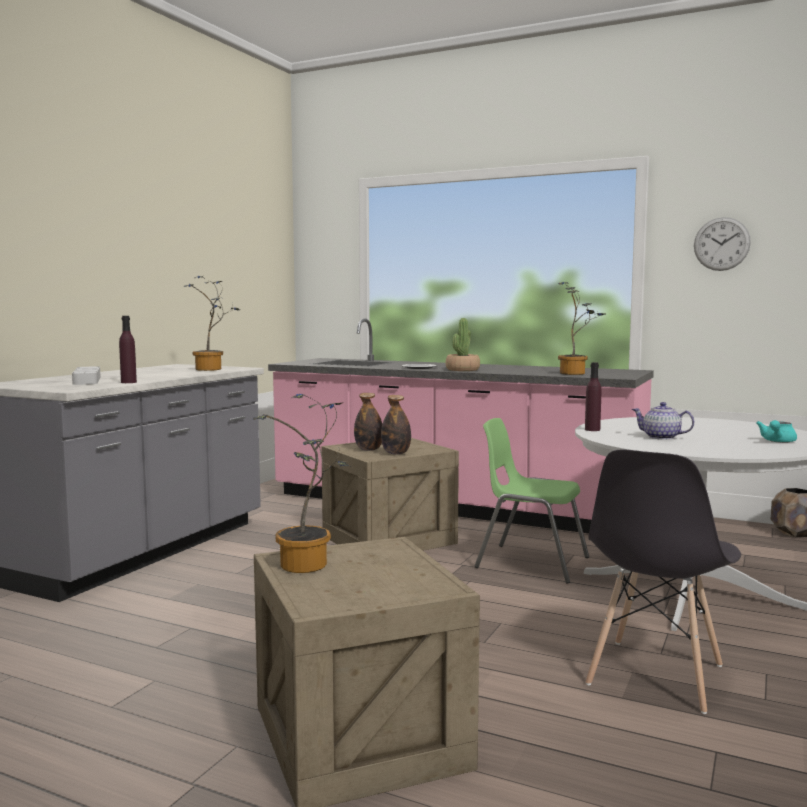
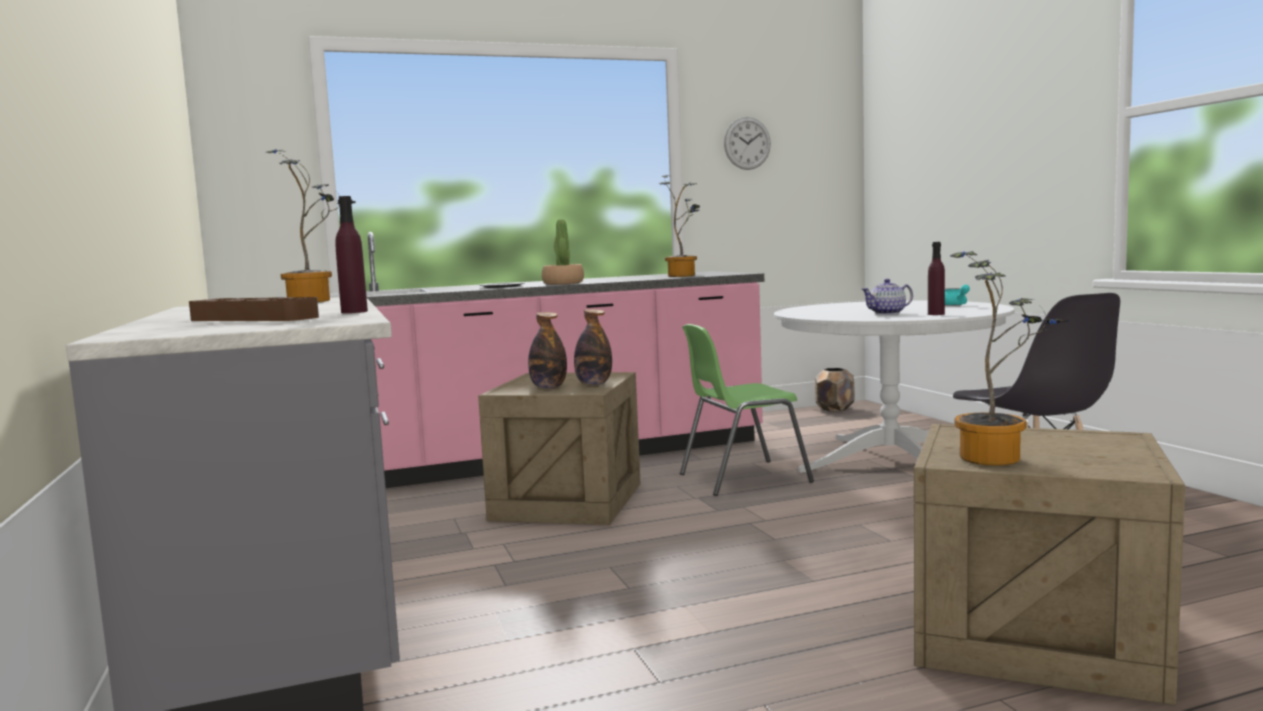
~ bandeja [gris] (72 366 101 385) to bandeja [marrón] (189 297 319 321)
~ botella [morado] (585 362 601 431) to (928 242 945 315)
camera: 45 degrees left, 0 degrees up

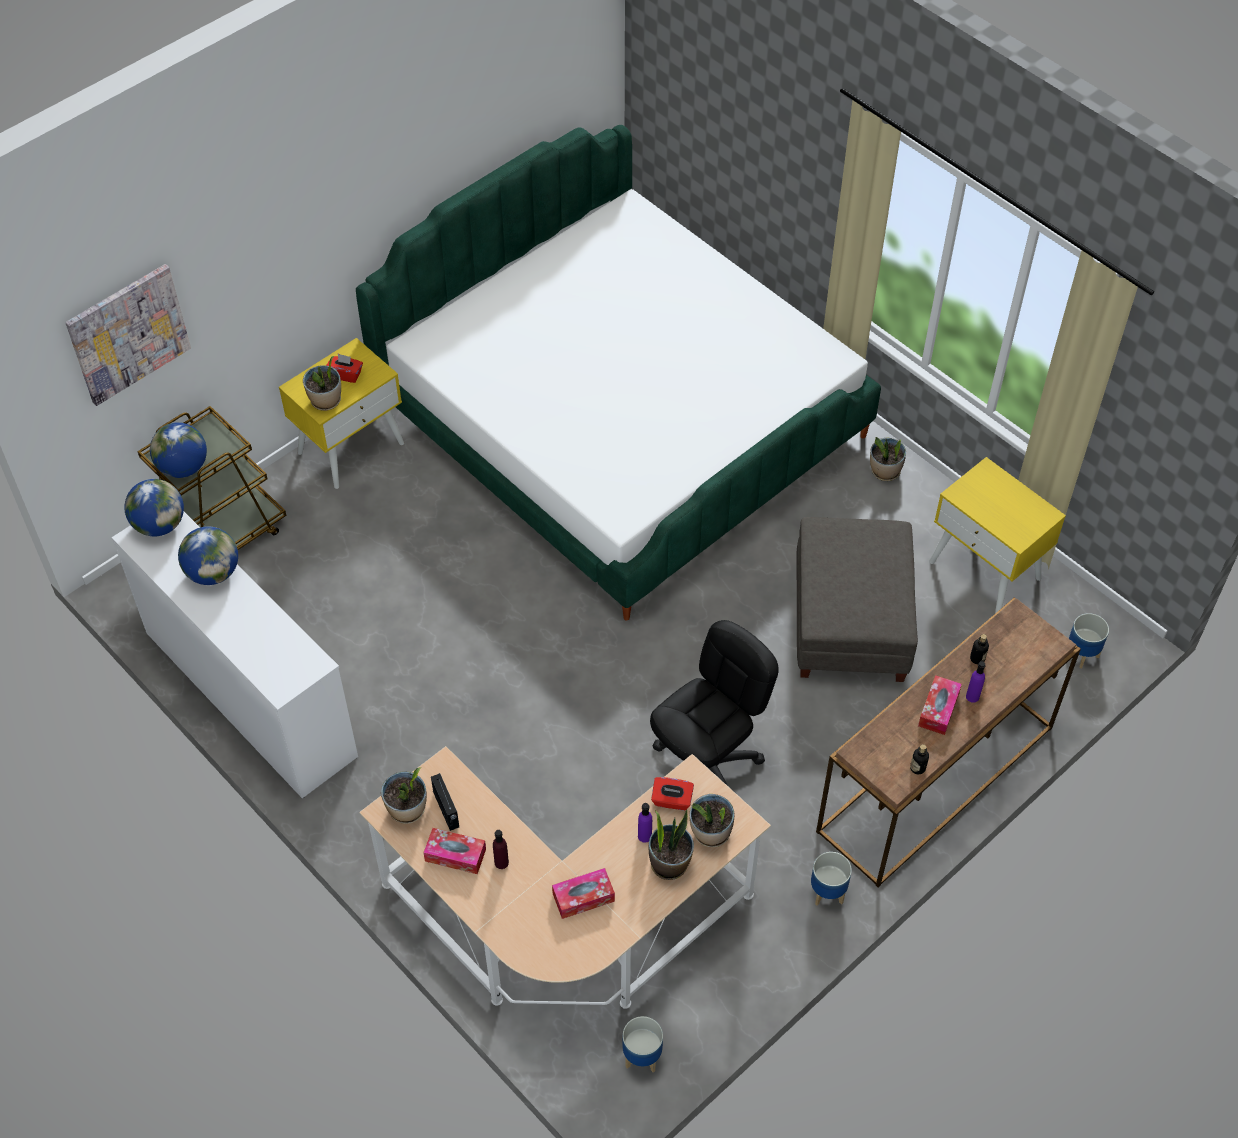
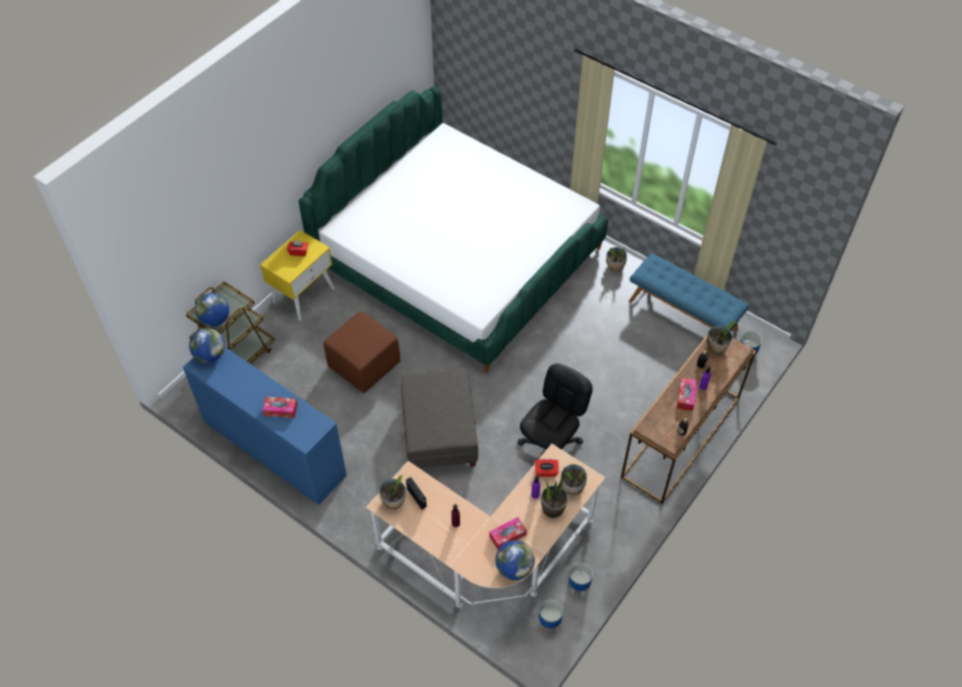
- cuadro (65 264 191 406)
~ cómoda [blanco] (112 512 358 798) to cómoda [azul] (183 347 347 505)
~ globo terráqueo (178 526 238 585) to (495 540 535 580)
~ planta en maceta (303 356 341 411) to (707 321 736 355)
~ caja de pañuelos (423 828 486 874) to (262 397 298 418)
~ puf [gris] (796 517 918 682) to (400 369 478 468)
~ maceta (811 852 852 905) to (569 563 593 595)
~ mesita de noche [amarillo] (929 457 1066 613) to banco [azul] (629 253 749 332)
+ puf [marrón] (324 311 401 394)
camera: 10 degrees left, 0 degrees up

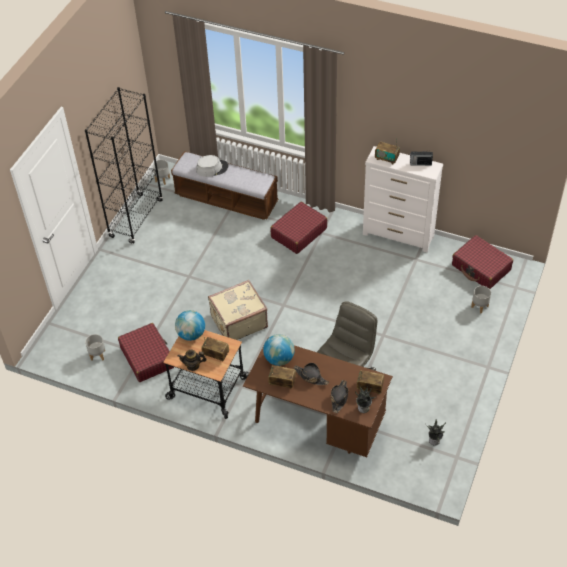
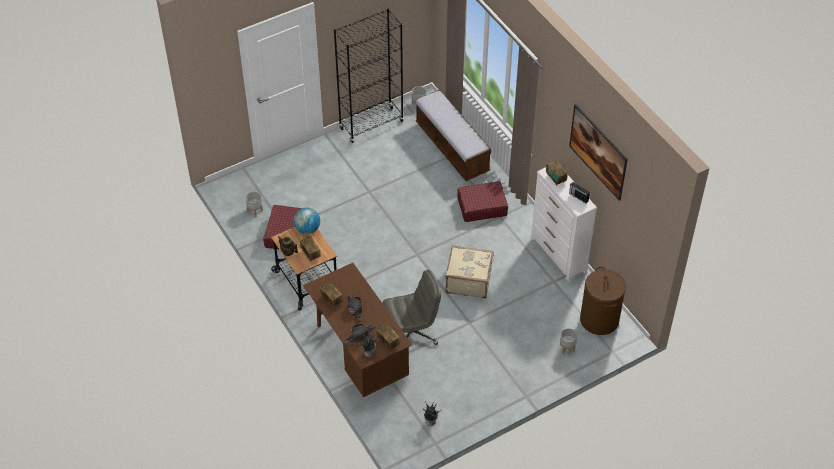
- sombrero [gris] (196 155 228 177)
~ maleta [beis] (208 280 268 340) to (445 245 494 299)
- globo terráqueo (263 334 295 366)
~ maleta [rojo] (452 235 513 289) to cesto de la ropa [marrón] (580 267 626 335)
+ cuadro (569 104 628 201)
camera: 35 degrees right, 0 degrees up

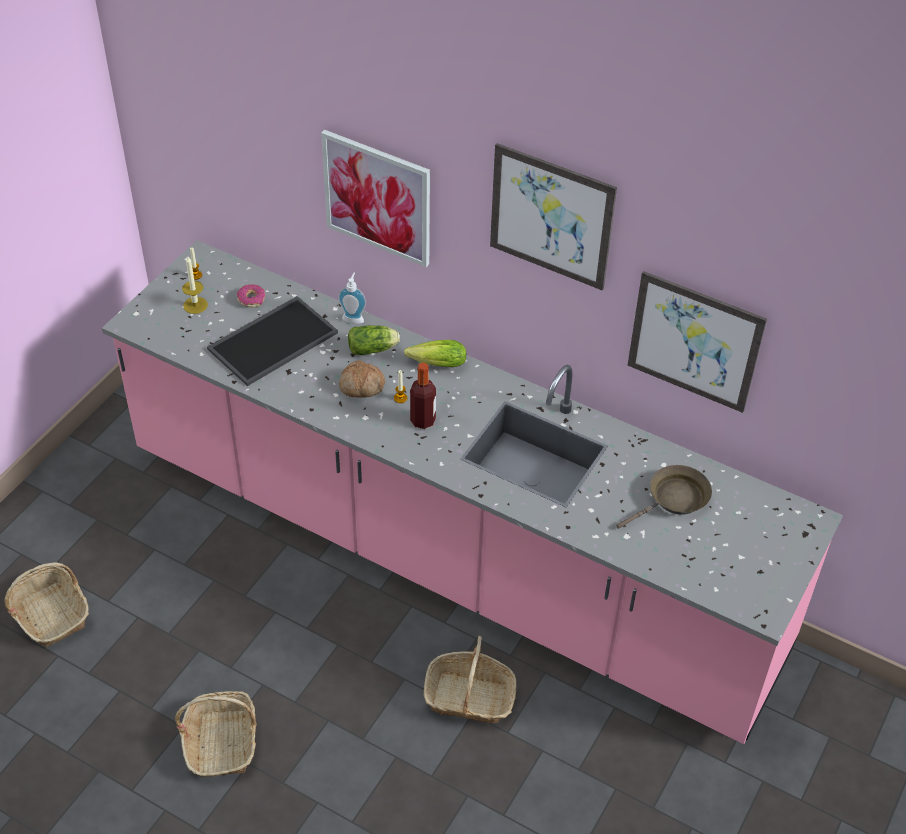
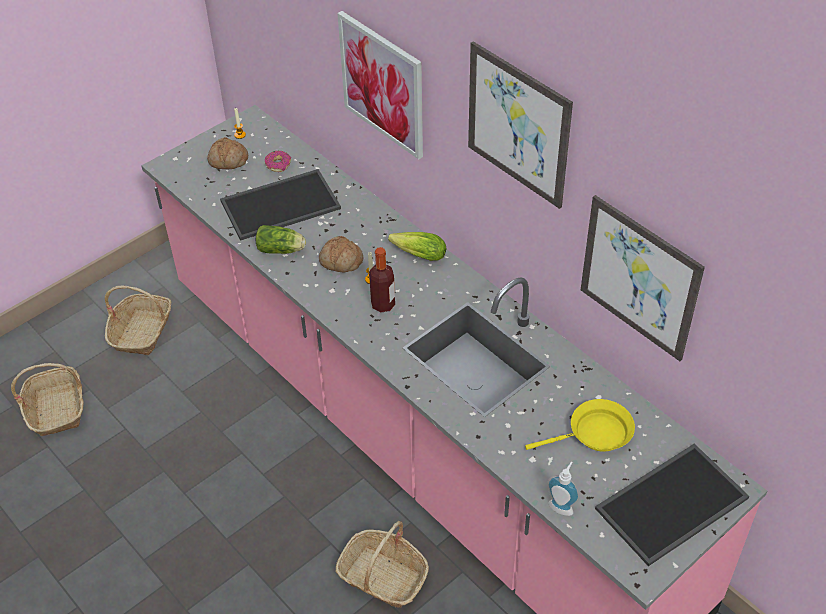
~ cesta (175 691 257 777) to (104 286 171 355)
~ vela (182 257 208 314) to pan (207 137 248 169)
~ dispensador de jabón (338 273 366 324) to (547 461 580 516)
~ lechuga (348 325 400 355) to (256 225 306 254)
~ sartén [marrón] (616 465 712 529) to sartén [amarillo] (525 399 635 452)
+ bandeja (595 444 749 566)
camera: 20 degrees right, 0 degrees up

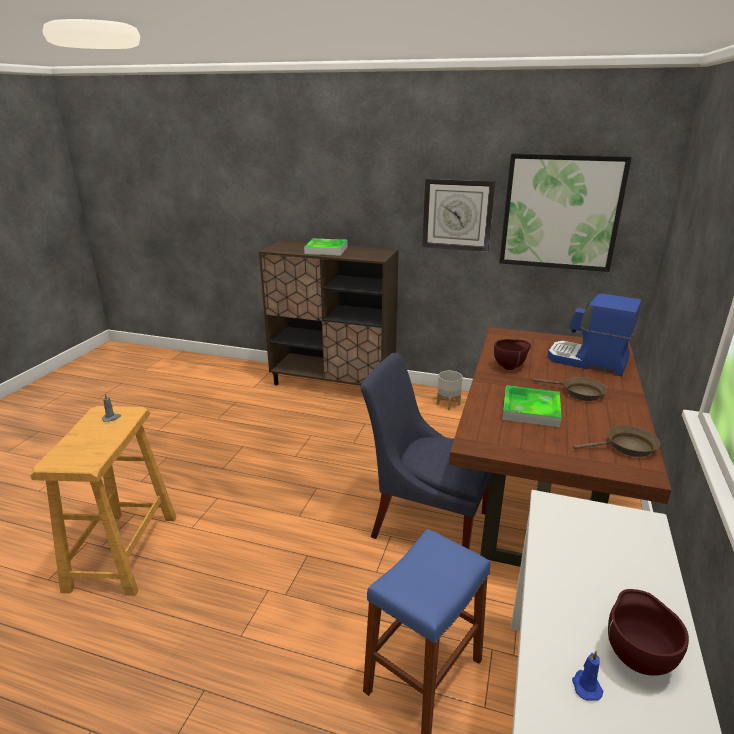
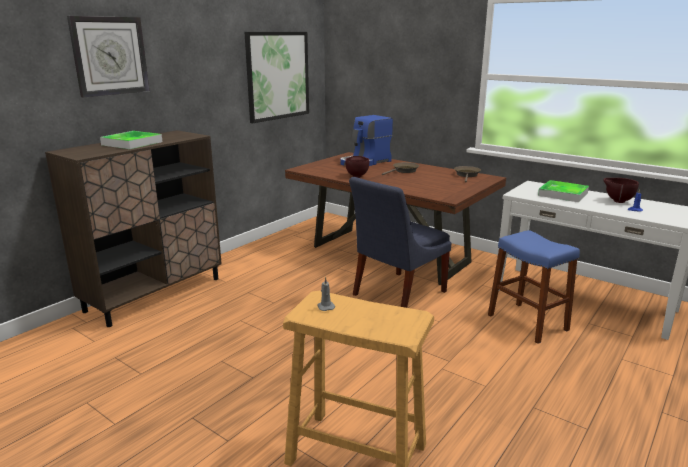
~ reloj de pared (422 178 495 252) to (67 16 149 97)
- maceta [gris] (437 371 463 410)
~ bandeja (502 385 562 428) to (538 180 589 202)
camera: 70 degrees left, 5 degrees down

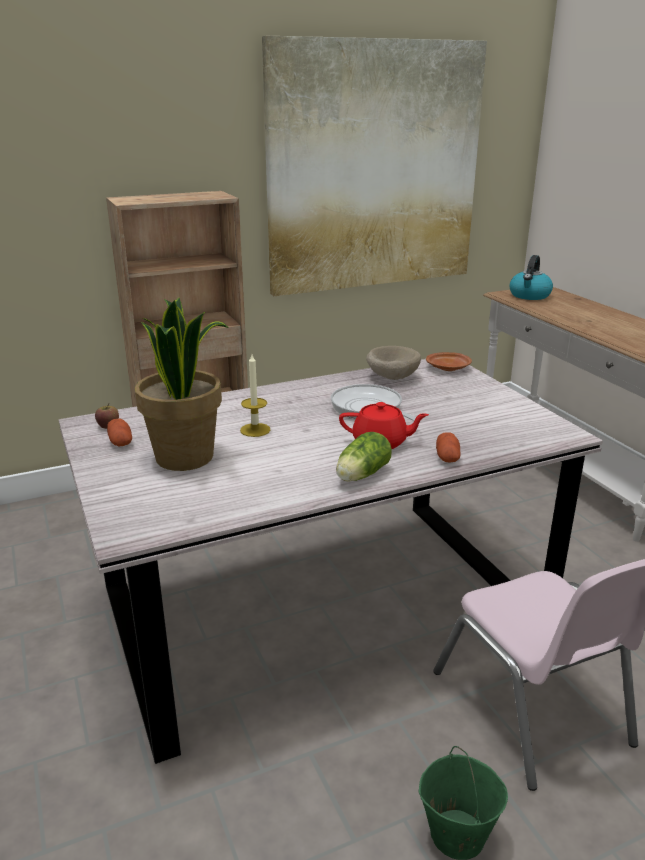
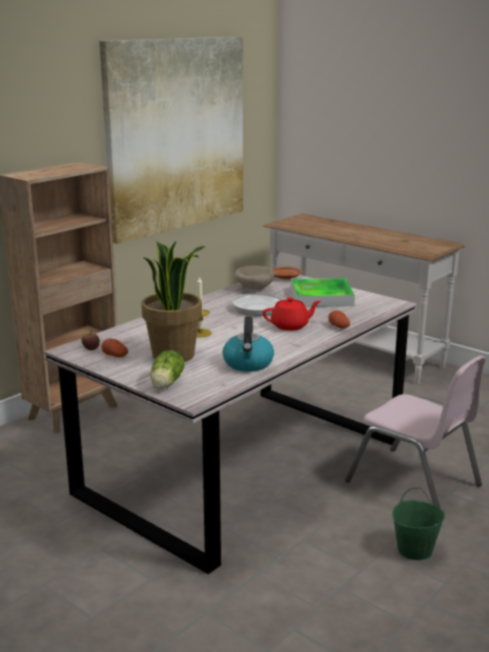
~ lechuga (336 432 392 482) to (150 350 184 388)
~ hervidor (509 255 553 300) to (223 316 274 372)
+ bandeja (291 278 355 307)
camera: 25 degrees left, 5 degrees down

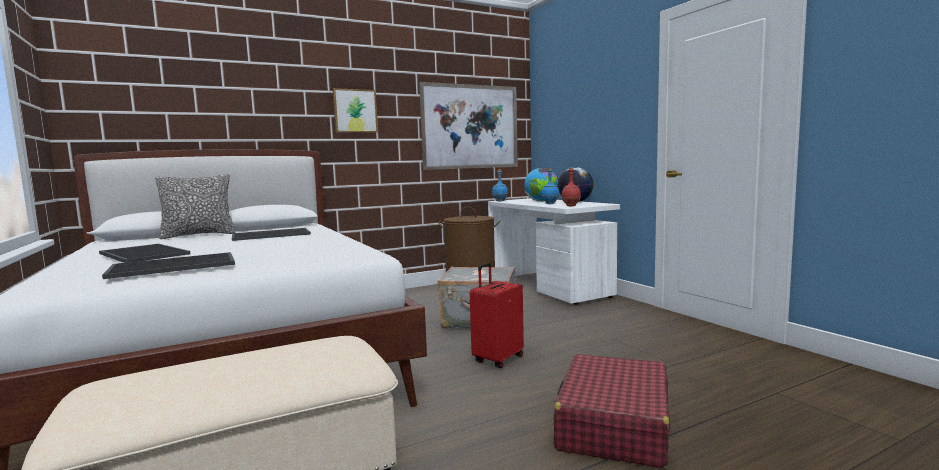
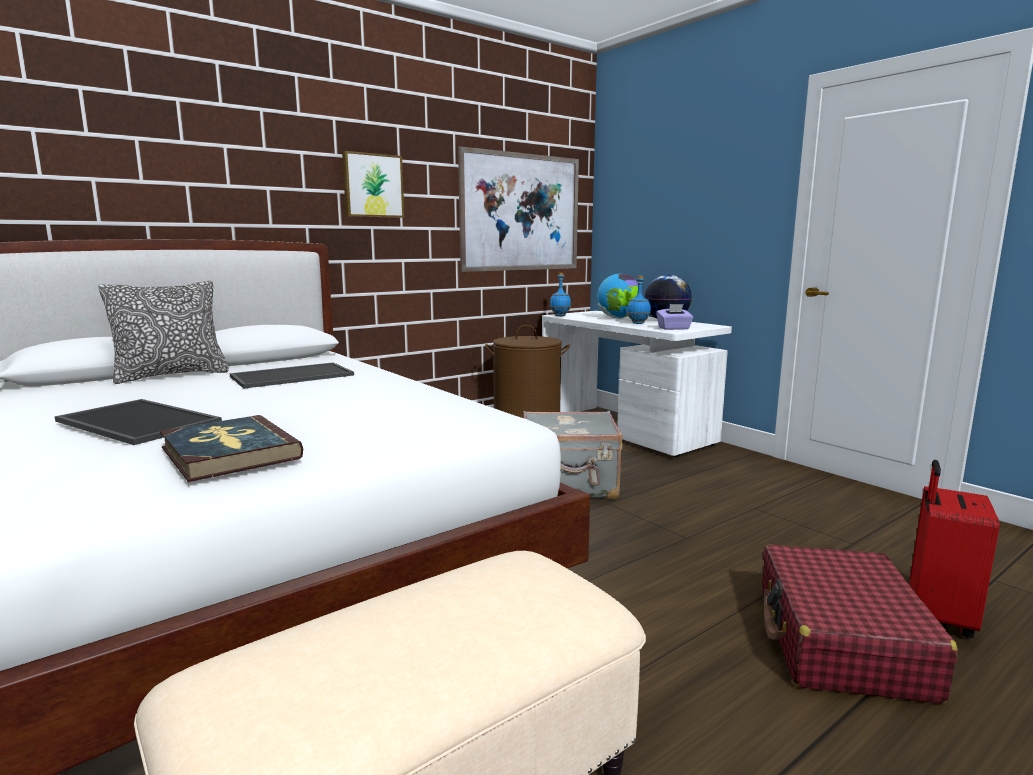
~ bandeja (102 252 235 279) to libro (160 415 303 482)
~ maleta [rojo] (470 263 524 368) to (910 460 1000 638)
~ botella [rojo] (562 168 581 206) to caja de pañuelos [morado] (656 304 693 330)
camera: 10 degrees left, 5 degrees up

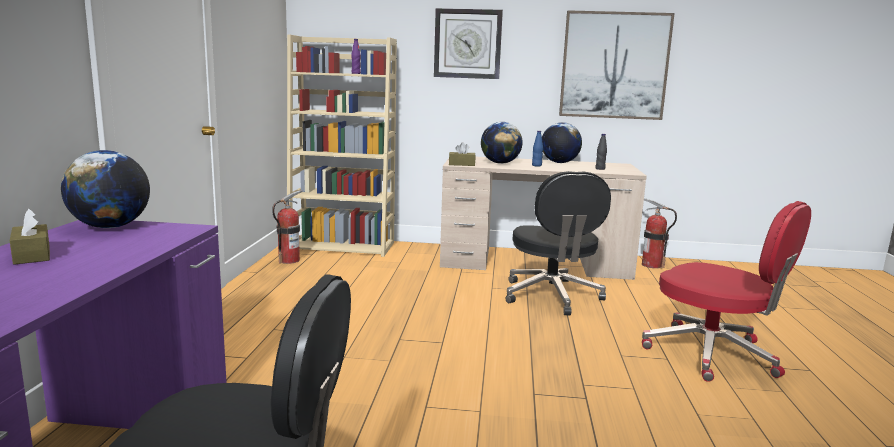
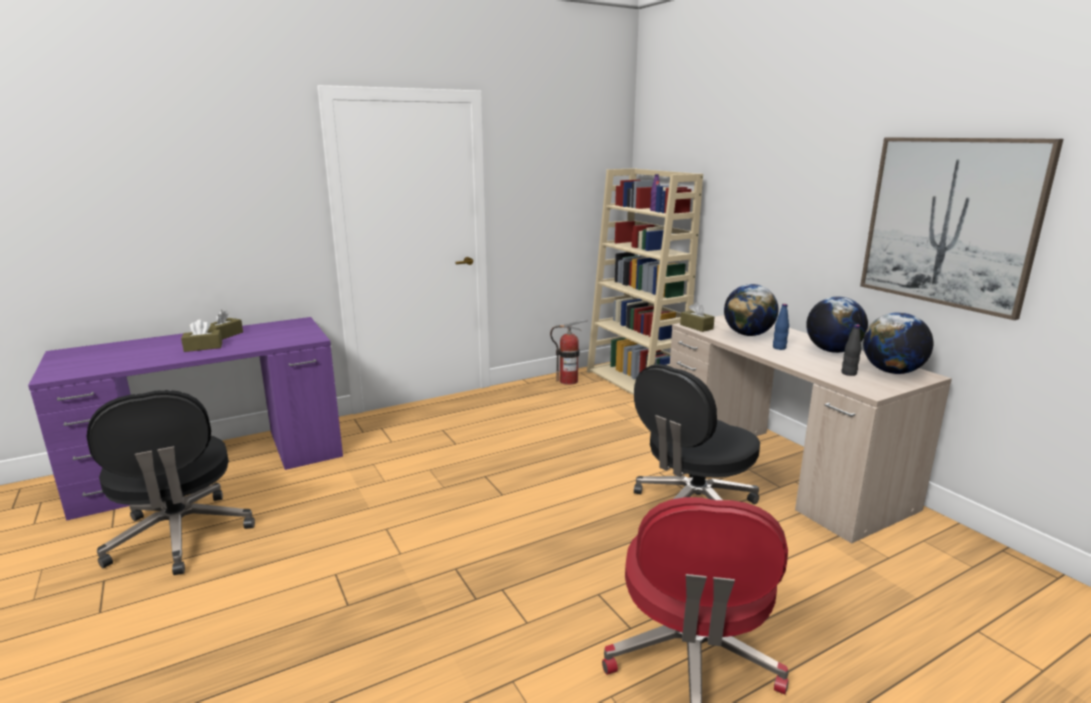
~ globo terráqueo (61 150 150 228) to (863 312 933 374)
- reloj de pared (434 8 503 79)
- extintor (642 198 677 268)
+ caja de pañuelos [marrón] (181 320 222 352)
camera: 55 degrees right, 5 degrees up

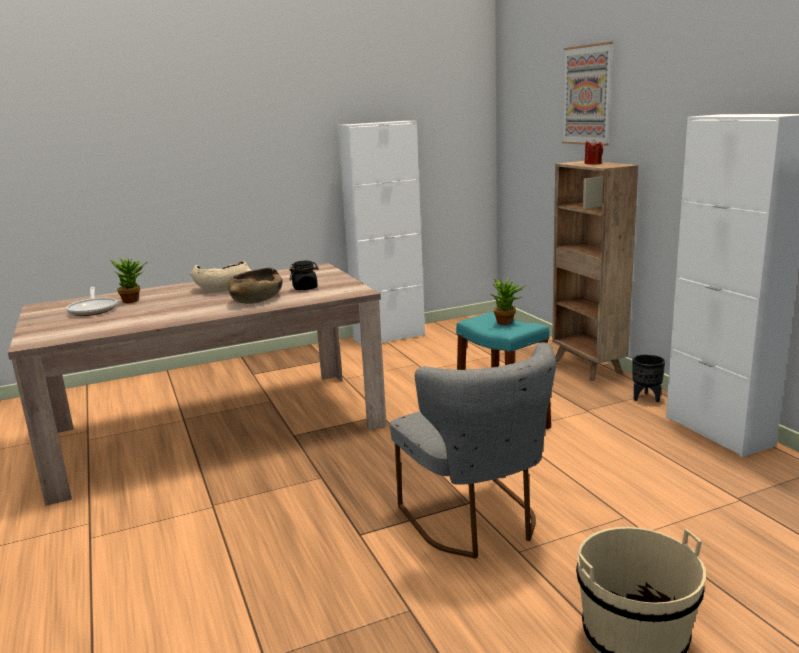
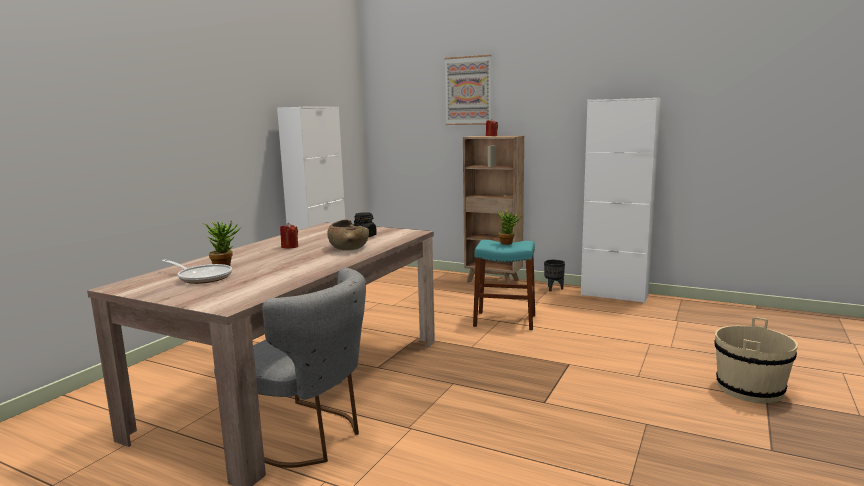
~ cuenco [beis] (190 261 252 291) to vela [rojo] (280 223 298 249)
~ silla [gris] (389 342 556 559) to (214 268 366 468)
camera: 40 degrees left, 5 degrees down

